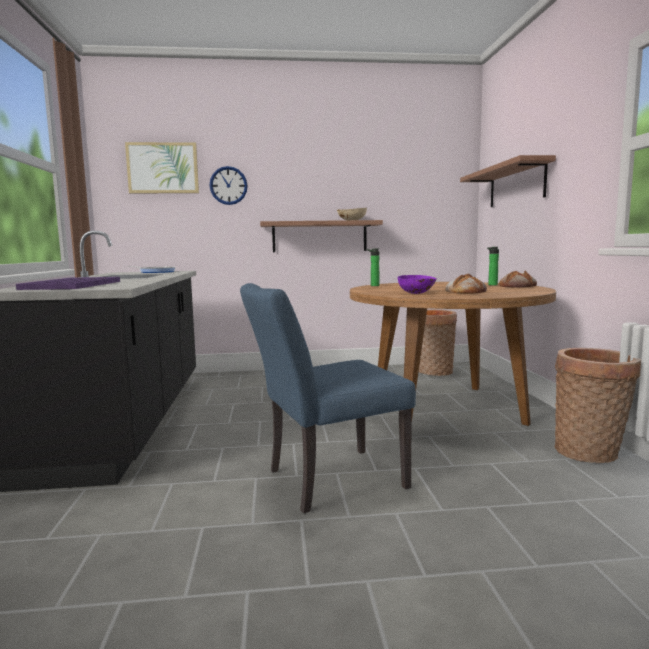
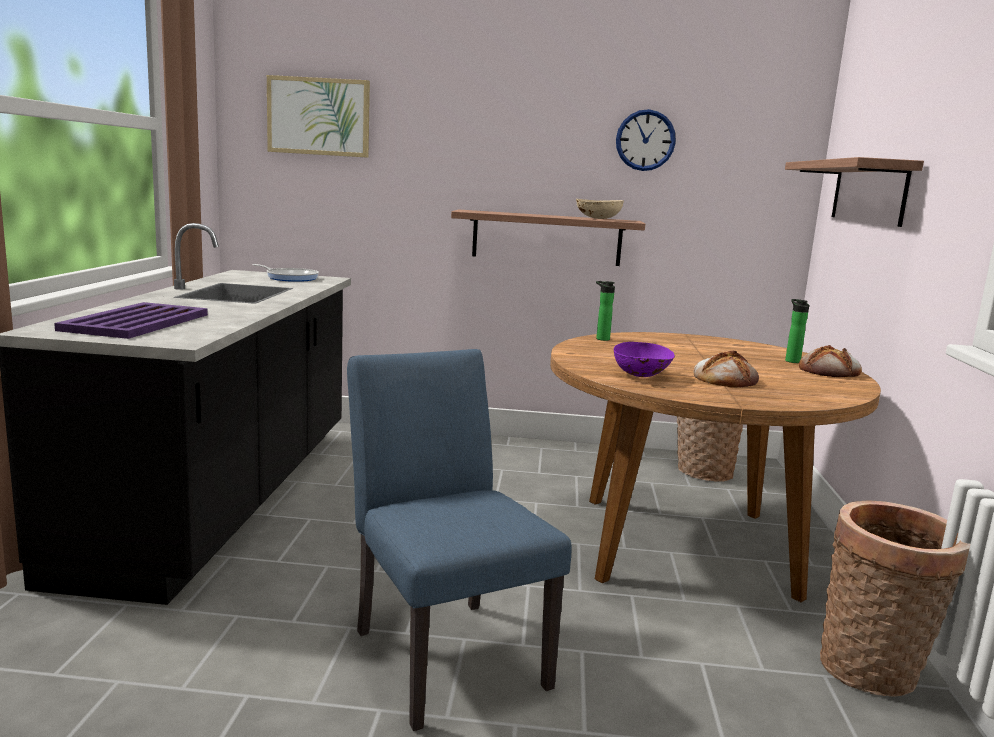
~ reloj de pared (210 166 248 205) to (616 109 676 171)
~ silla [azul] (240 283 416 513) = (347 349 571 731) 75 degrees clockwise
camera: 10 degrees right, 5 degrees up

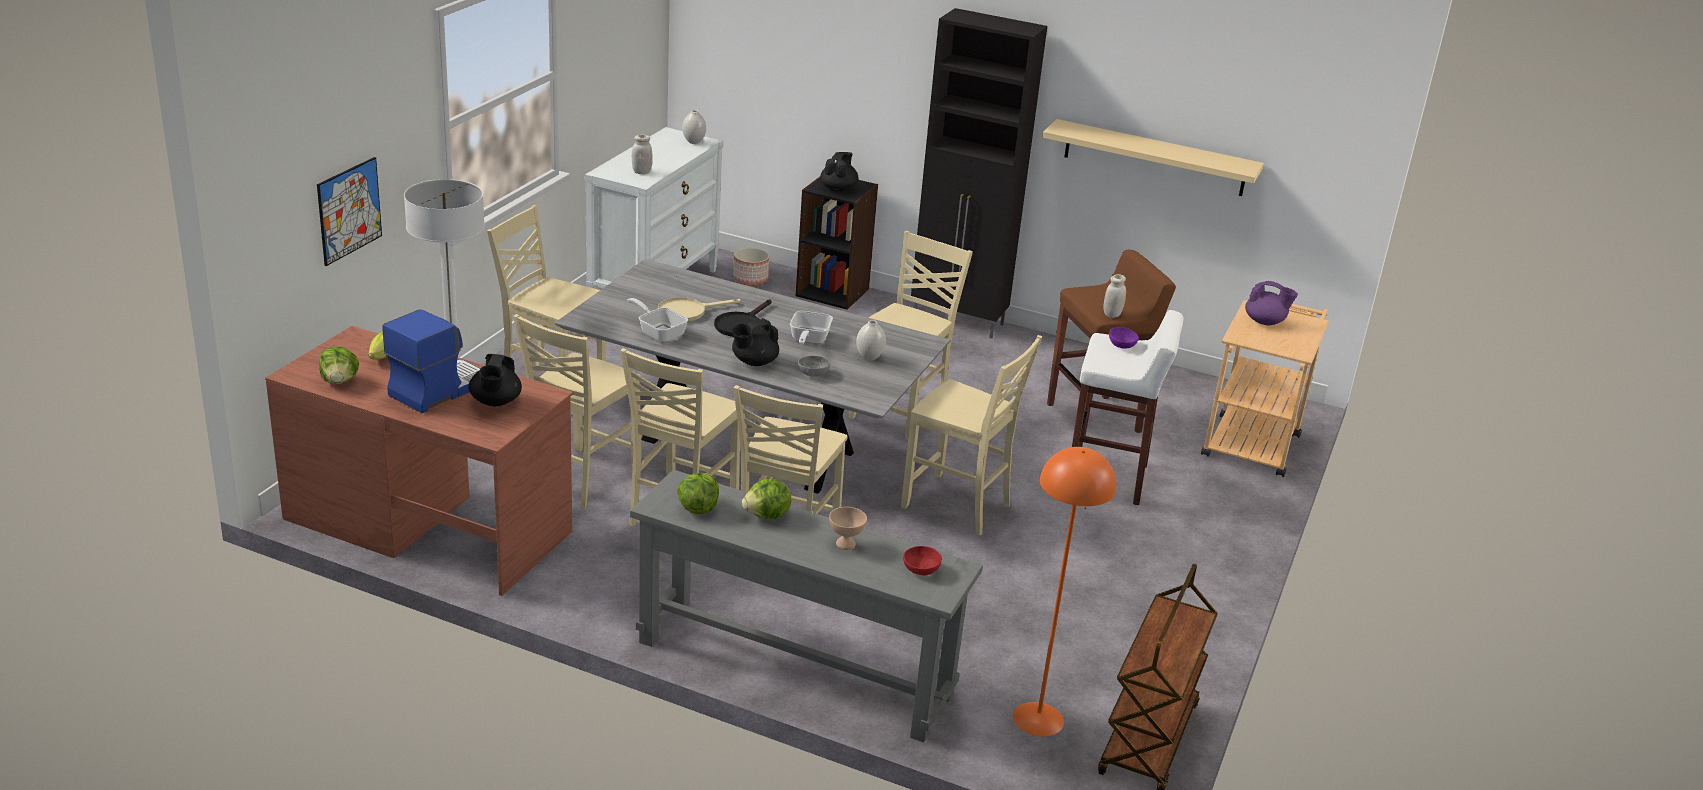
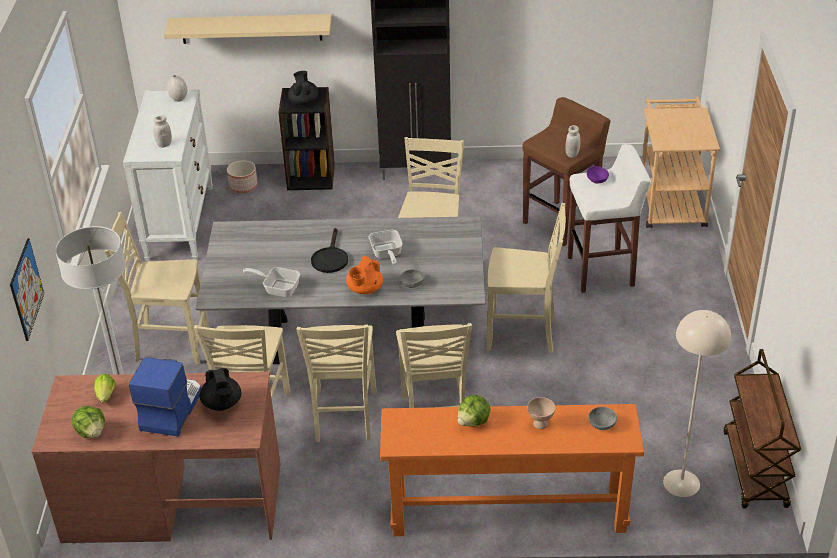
~ mesa consola [gris] (630 470 983 743) to mesa consola [naranja] (380 404 644 536)
- sartén [beis] (658 297 741 322)
- lechuga (677 473 719 514)
~ tetera [negro] (732 318 779 366) to tetera [naranja] (346 256 383 294)
- florero [blanco] (856 320 886 361)
~ cuenco [rojo] (903 546 942 575) to cuenco [gris] (588 407 617 430)
~ lámpara de pie [naranja] (1013 447 1116 736) to lámpara de pie [beis] (663 310 731 497)
~ estante [beis] (1042 119 1264 196) to (164 14 332 44)
- tetera [morado] (1245 281 1298 325)
camera: 20 degrees left, 10 degrees up

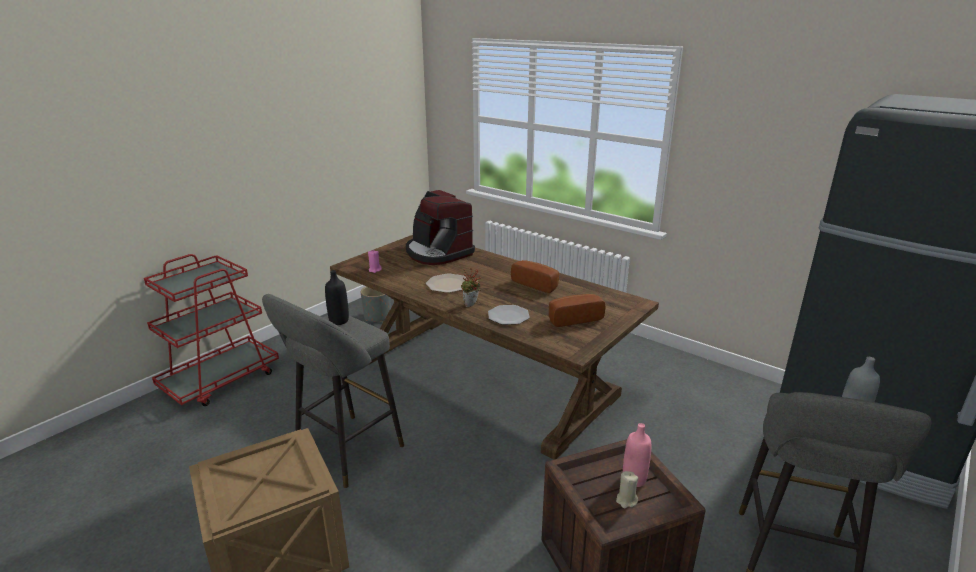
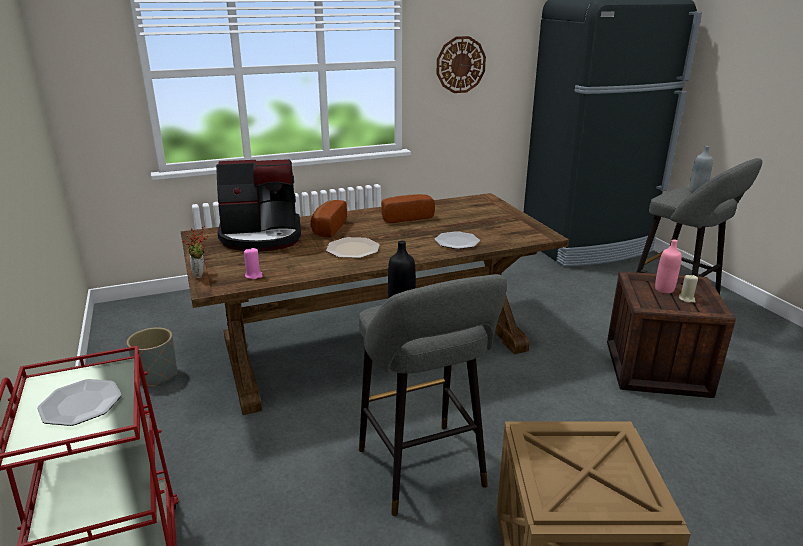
~ planta en maceta (461 268 481 307) to (182 226 209 278)
~ pan (549 294 605 327) to (311 200 347 238)
+ plato (37 379 122 426)
+ reloj de pared (437 36 486 93)
camera: 60 degrees left, 0 degrees up

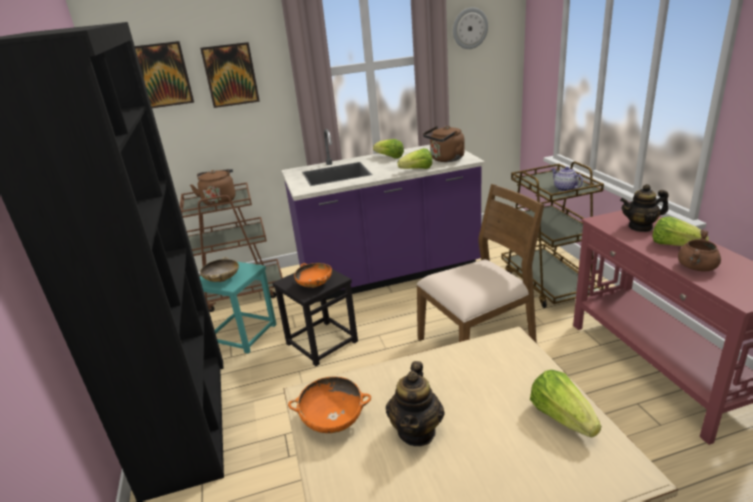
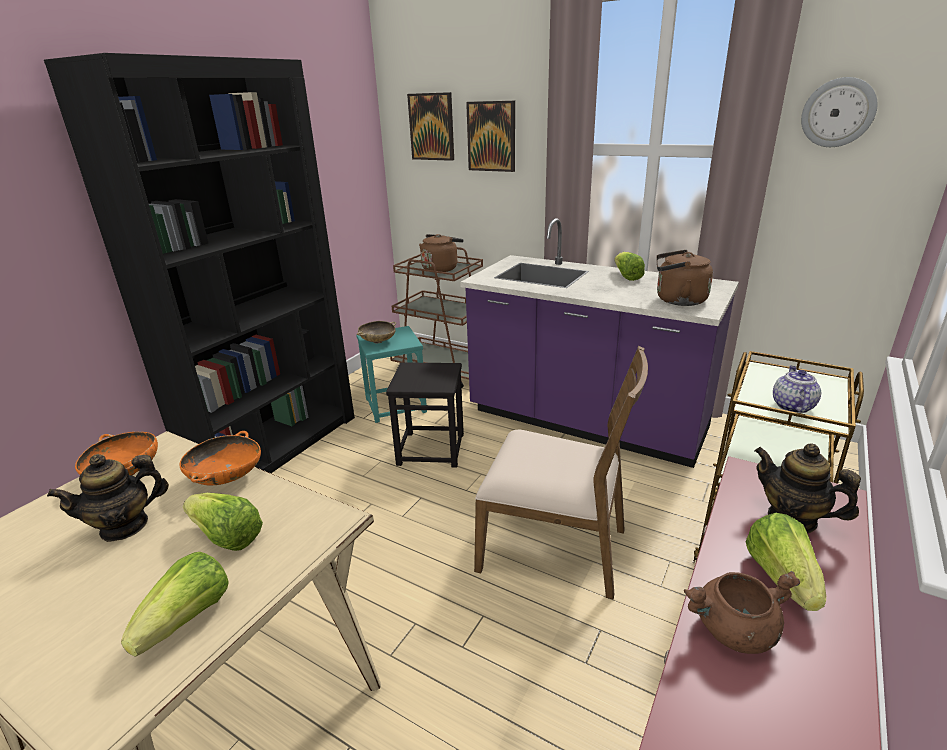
~ cuenco [naranja] (294 263 332 287) to (179 431 261 485)
~ lechuga (397 148 432 169) to (183 493 263 551)
camera: 45 degrees right, 0 degrees up

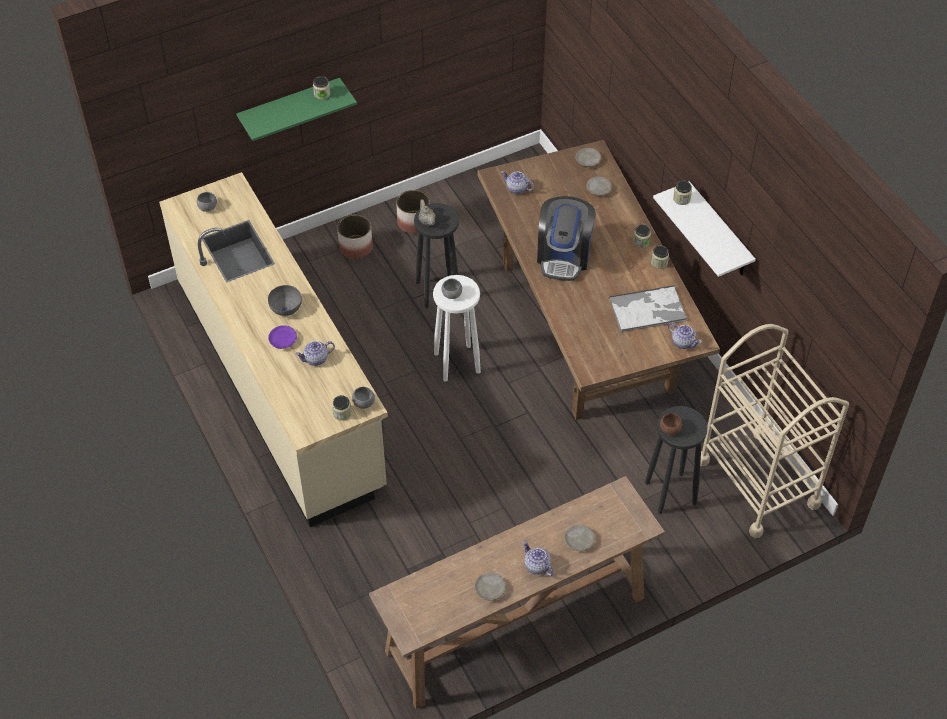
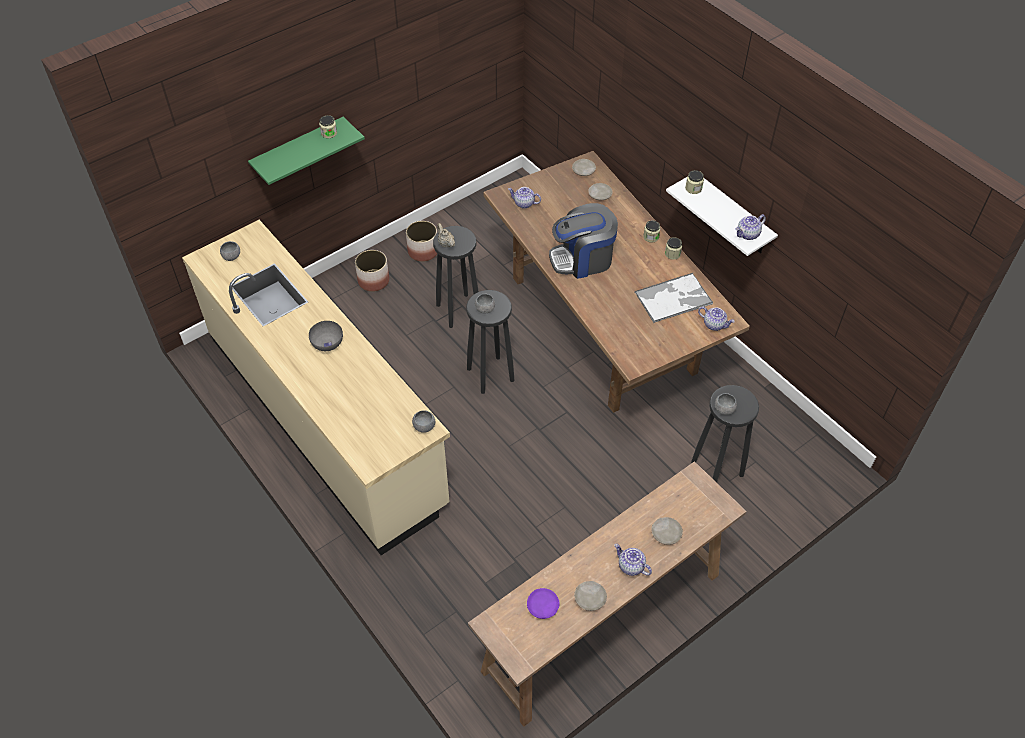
~ plato [morado] (268 325 297 349) to (527 588 559 619)
~ tetera (295 341 335 366) to (735 214 766 240)
- tarro (332 395 352 421)
~ taburete [blanco] (433 275 481 381) to taburete [negro] (466 290 514 394)
~ cafetera (537 196 596 281) = (549 203 618 279) 75 degrees clockwise
~ cuenco [marrón] (660 413 682 435) to cuenco [gris] (715 393 737 415)
- carrito [beis] (700 324 849 538)
camera: 10 degrees left, 0 degrees up

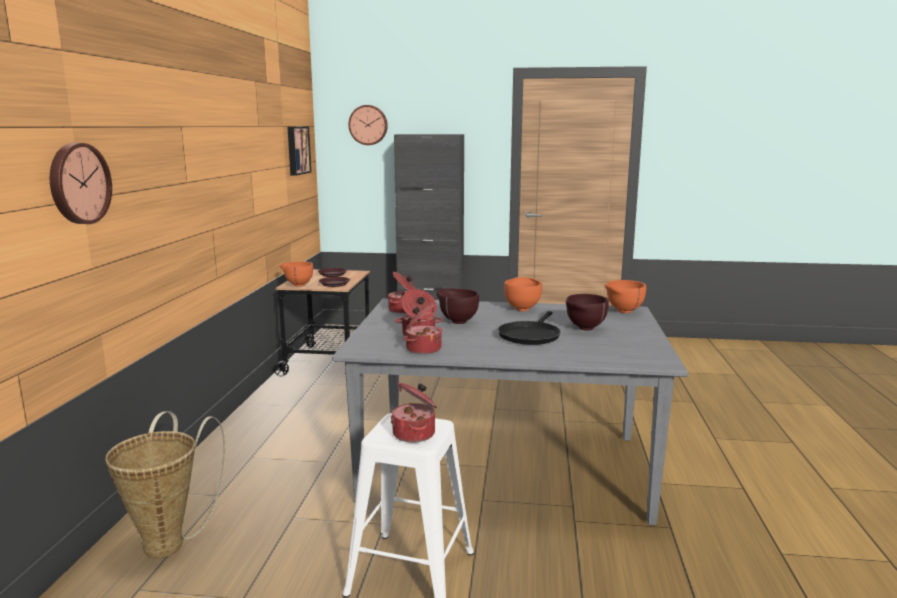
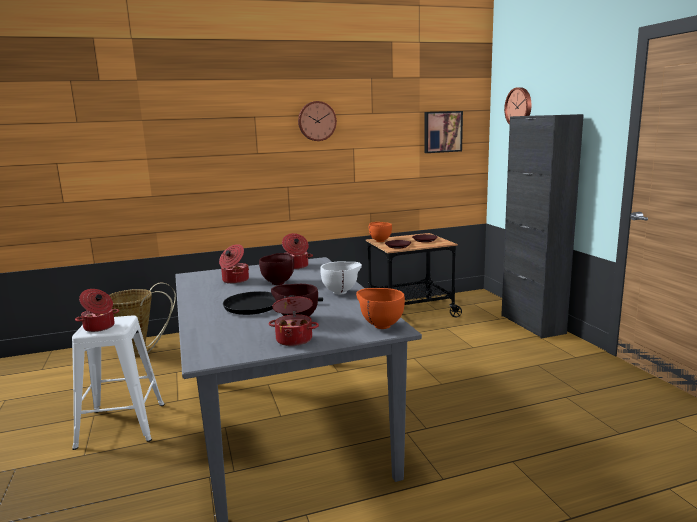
~ reloj de pared (50 143 112 224) to (298 101 337 141)
~ olla (404 303 443 354) to (269 295 319 346)
~ cuenco [naranja] (504 277 542 311) to cuenco [blanco] (320 261 362 295)
camera: 65 degrees right, 0 degrees up

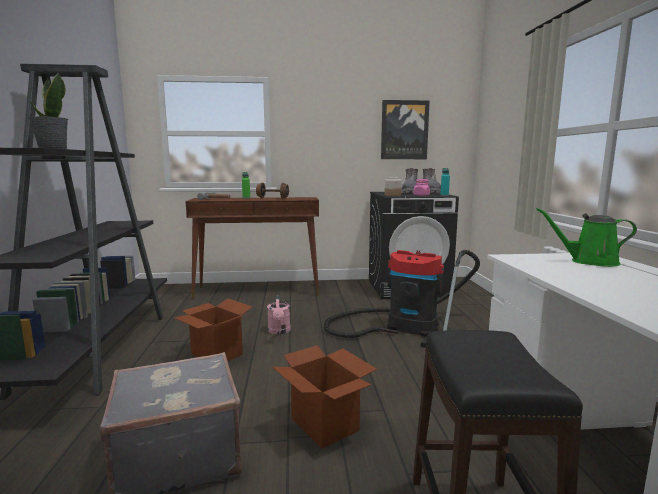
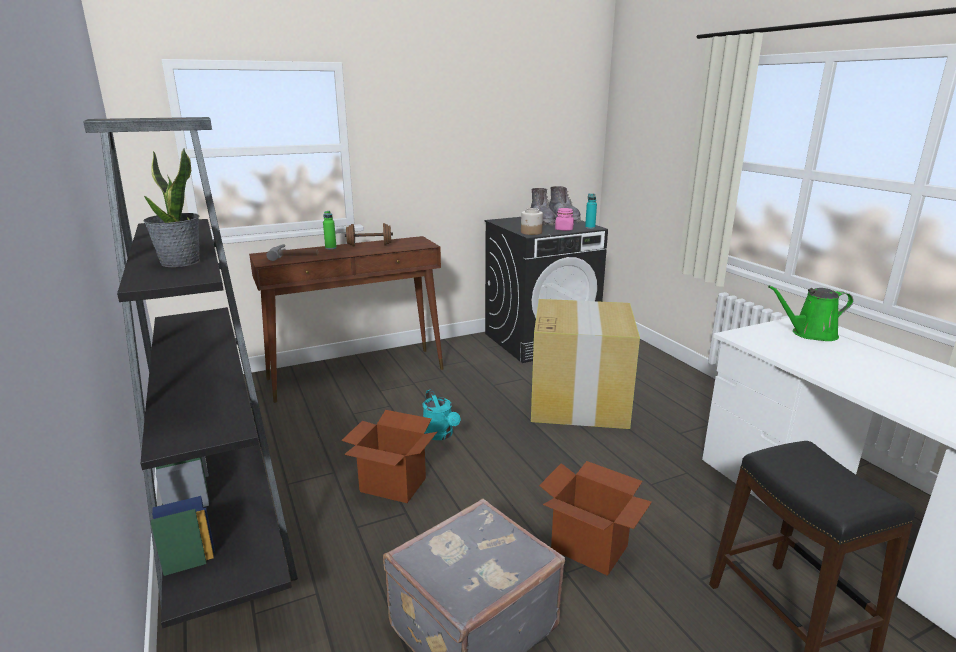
~ regadera [rosa] (267 296 291 335) to regadera [turquesa] (423 389 460 440)
~ aspiradora (324 250 480 348) to caja de cartón (531 299 640 429)
- cuadro (381 100 430 159)
camera: 20 degrees left, 10 degrees up

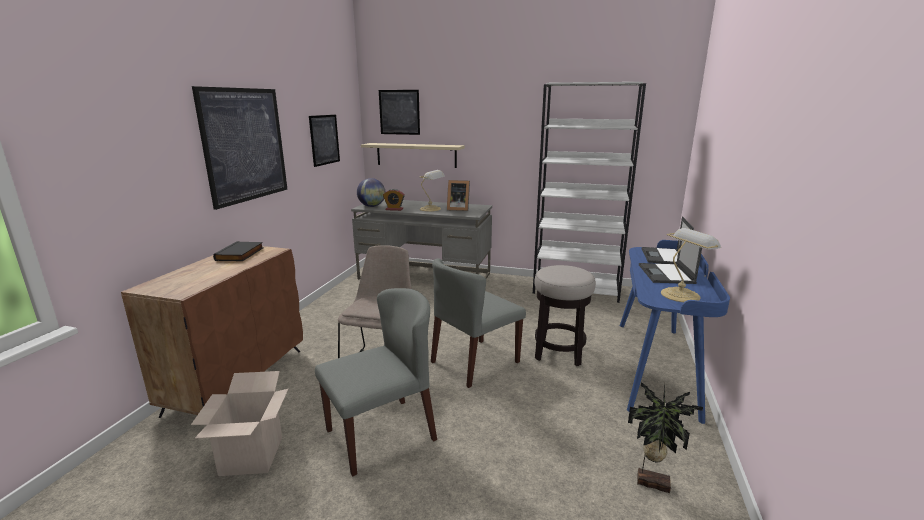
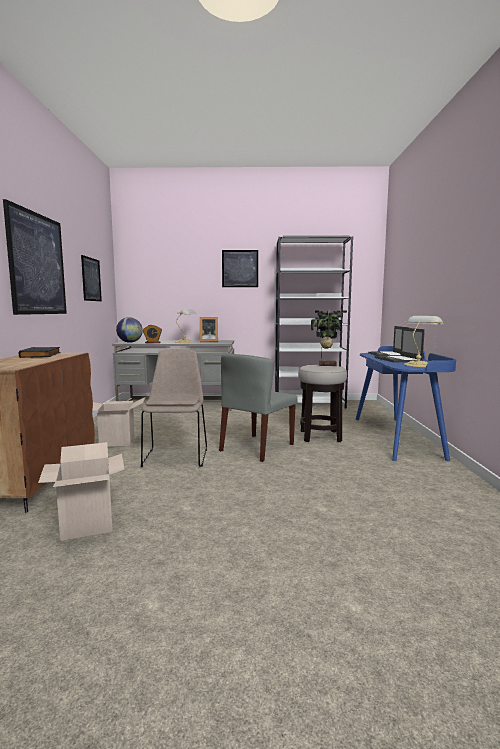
- silla [gris] (315 288 437 476)
- estante [beis] (361 143 465 168)
~ cuadro (379 90 420 135) to (222 250 258 287)
~ planta en maceta (628 382 703 493) to (311 310 347 366)
+ caja de cartón (93 397 146 446)
camera: 15 degrees left, 10 degrees down

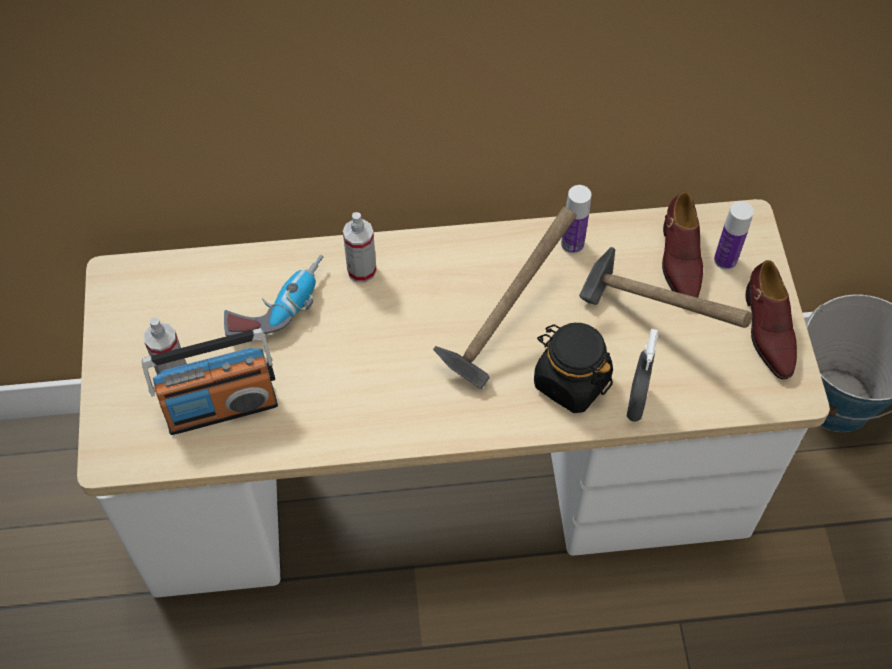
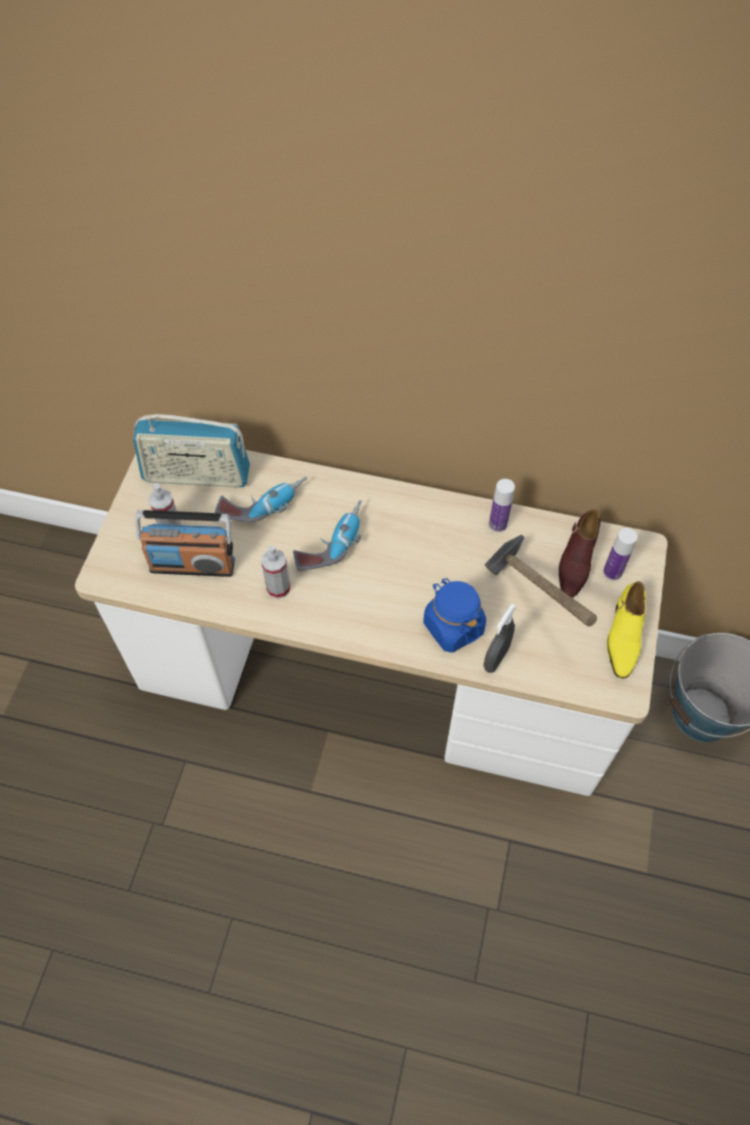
~ pulverizador (343 212 377 282) to (261 545 290 599)
- martillo (433 207 577 389)
~ tarro [negro] (534 323 613 413) to tarro [azul] (423 578 486 653)
~ zapato [marrón] (746 260 797 379) to zapato [amarillo] (607 581 646 679)
+ radio (133 414 250 488)
+ taladro (293 500 362 571)
camera: 20 degrees right, 0 degrees up

